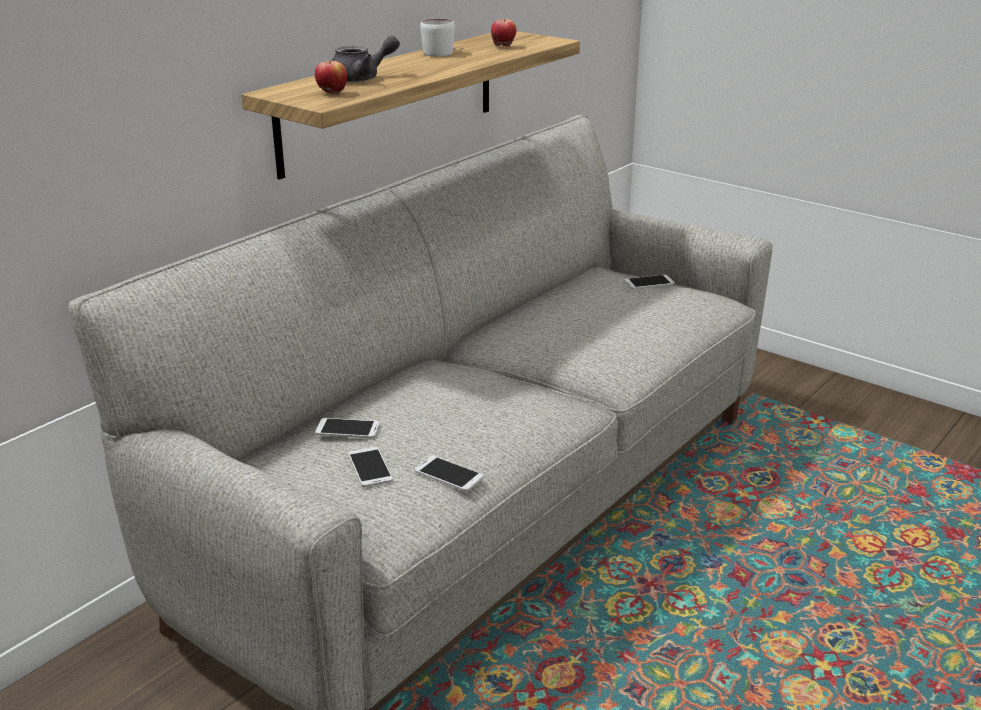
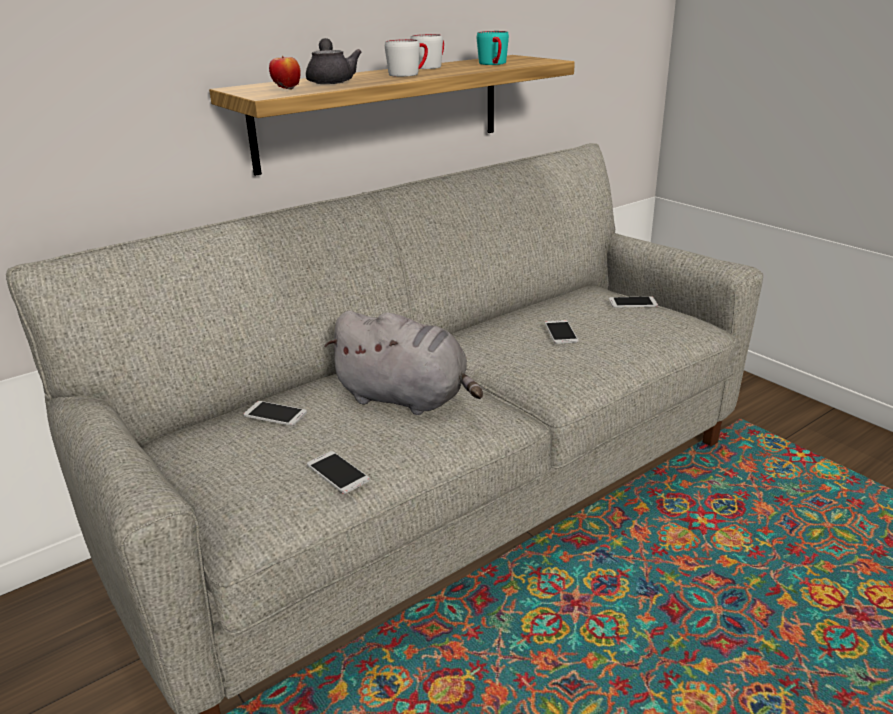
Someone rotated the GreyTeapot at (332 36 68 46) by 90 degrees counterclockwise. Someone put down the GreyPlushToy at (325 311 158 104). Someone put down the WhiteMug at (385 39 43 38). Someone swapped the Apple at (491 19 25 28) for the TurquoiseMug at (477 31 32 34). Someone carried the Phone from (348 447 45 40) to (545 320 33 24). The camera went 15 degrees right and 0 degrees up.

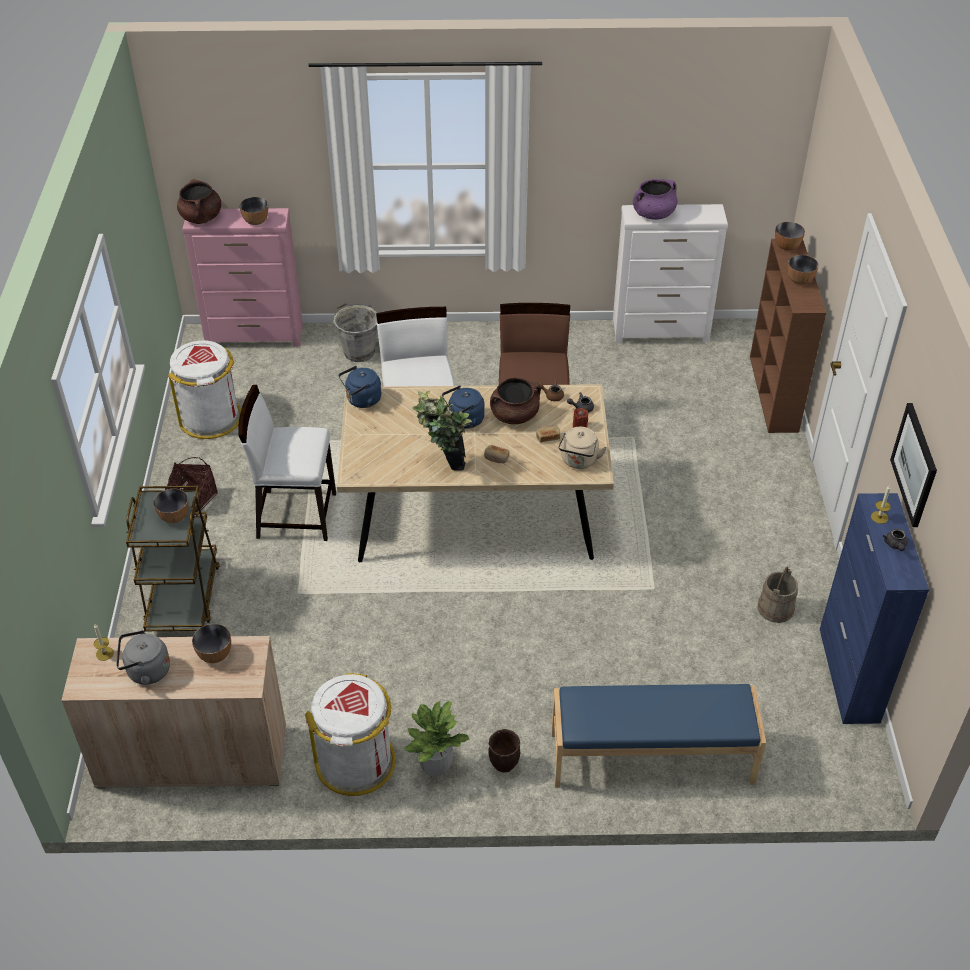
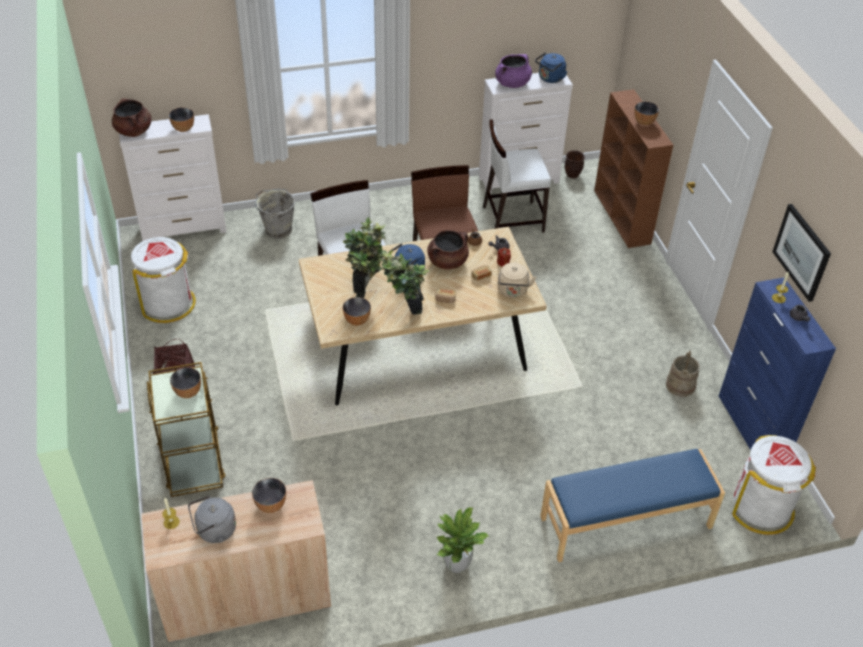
Someone repainted the PinkDresser at (182 208 121 139), which became the WhiteDresser at (119 114 108 127). Someone put down the PottedPlant at (343 217 44 81). Someone carried the Bowl from (775 222 30 28) to (343 297 28 28). Someone carried the WhiteChair from (238 385 98 156) to (483 119 68 114). Someone carried the BlueKettle from (339 366 43 42) to (535 52 33 31). Someone carried the BrownPlanter from (489 729 31 44) to (565 150 20 29). Someone carried the WhiteTrashCan from (305 673 91 123) to (732 435 84 100). The camera went 15 degrees left and 0 degrees up.

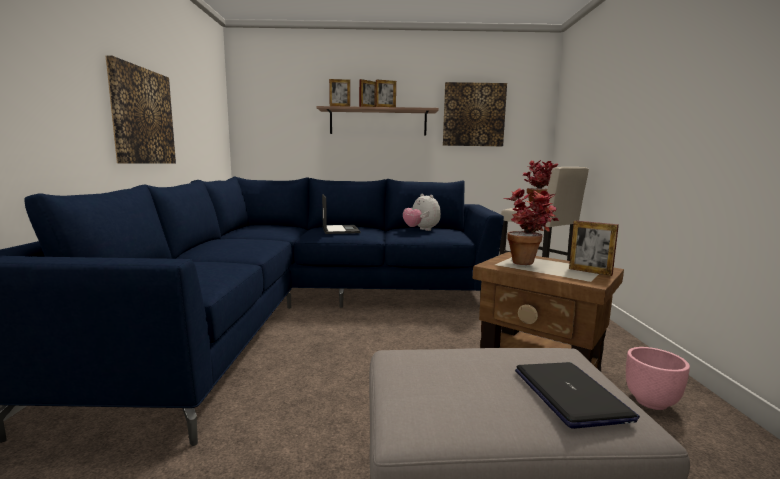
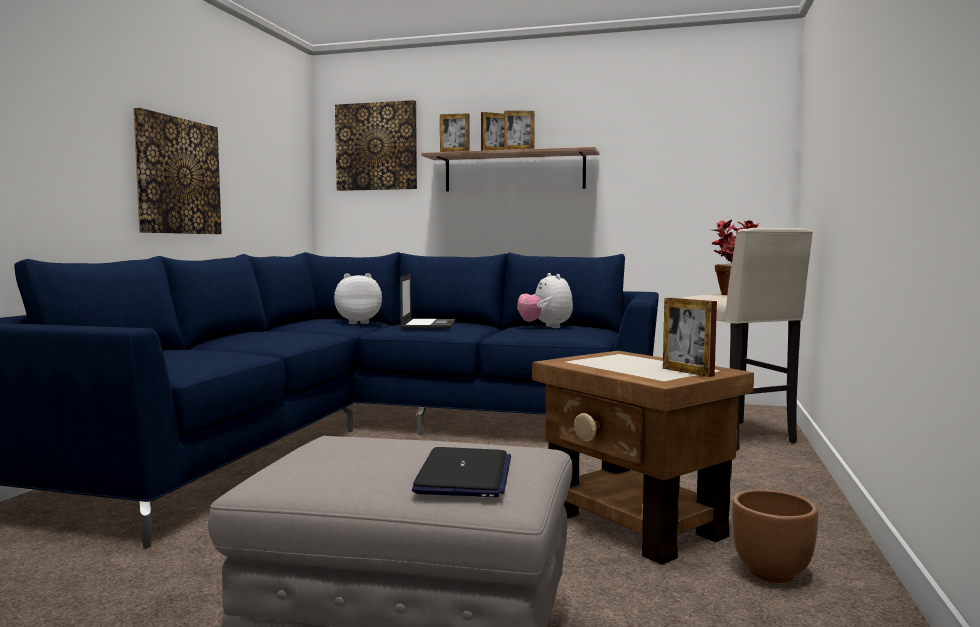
Someone put down the PlushToy at (334 273 48 51). Someone carried the Picture from (443 82 64 64) to (335 100 82 91). Someone repainted the PinkPlanter at (626 347 64 63), which became the BrownPlanter at (732 489 87 94). Someone took away the PottedPlant at (503 188 56 77). The camera went 15 degrees right and 5 degrees down.

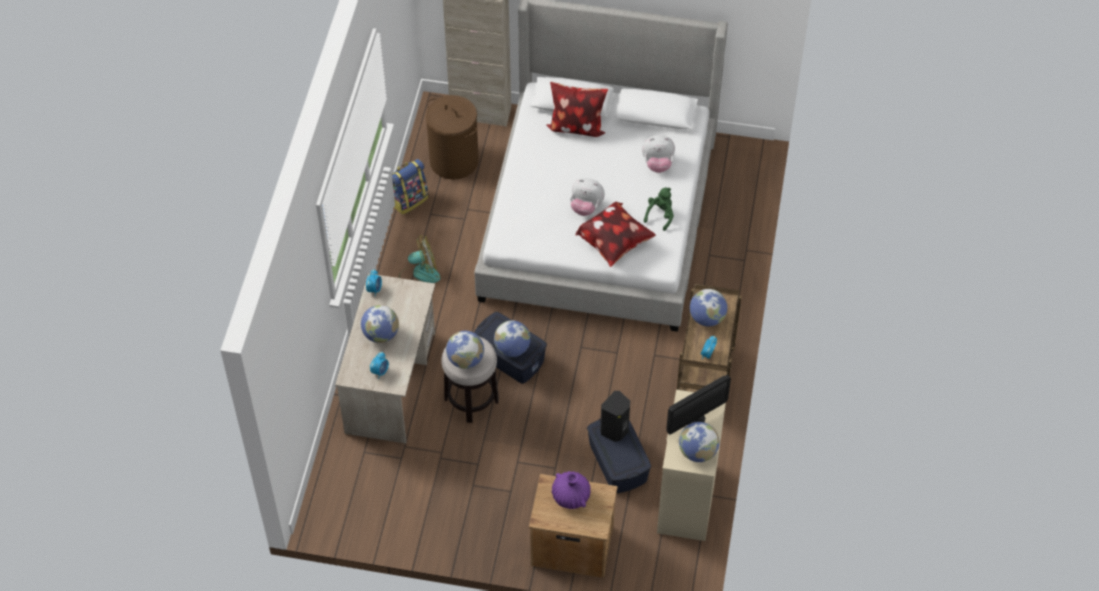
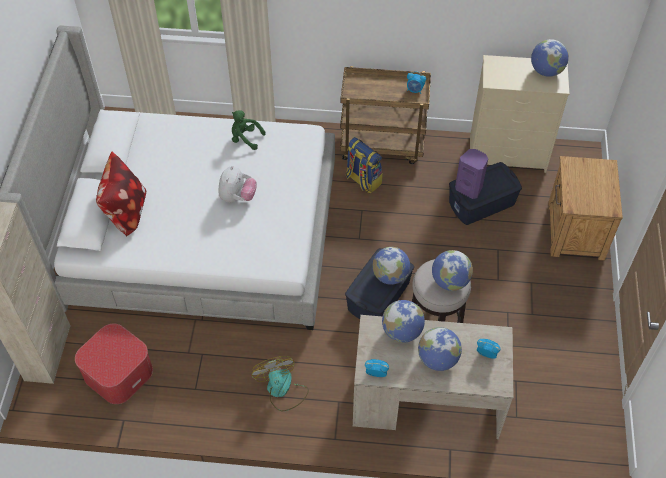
Someone swapped the BrownLaundryBasket at (426 95 53 85) for the Ottoman at (75 324 78 80). Someone carried the Backpack from (392 159 36 56) to (346 137 36 57). Someone carried the Globe from (690 289 37 38) to (382 300 43 43). Someone repainted the BlackSpeaker at (600 391 30 51), which became the PurpleSpeaker at (455 149 33 50). Someone took away the PurpleVase at (552 471 39 38). Someone took away the Pillow at (576 202 80 65). Someone took away the PlushToy at (642 135 33 38). Someone took away the Monitor at (666 375 65 60). The camera went 95 degrees left and 0 degrees up.

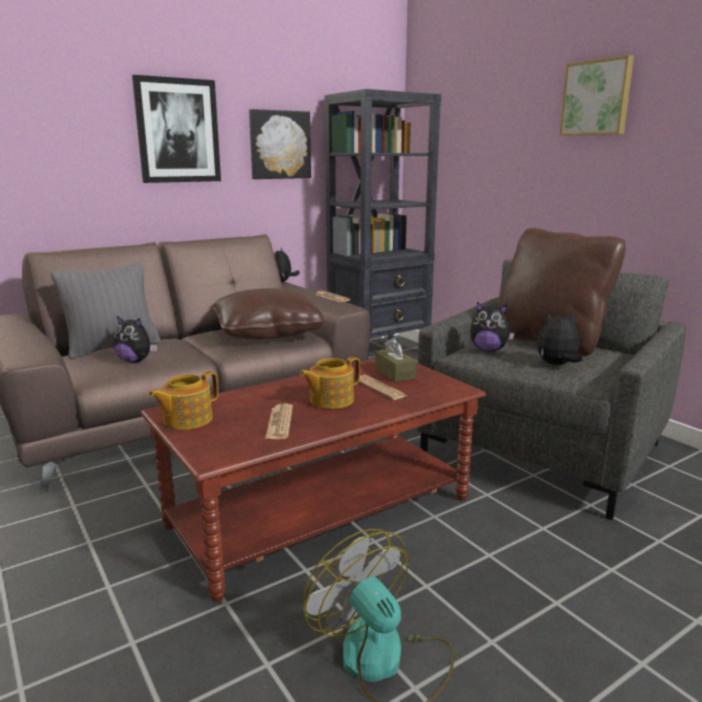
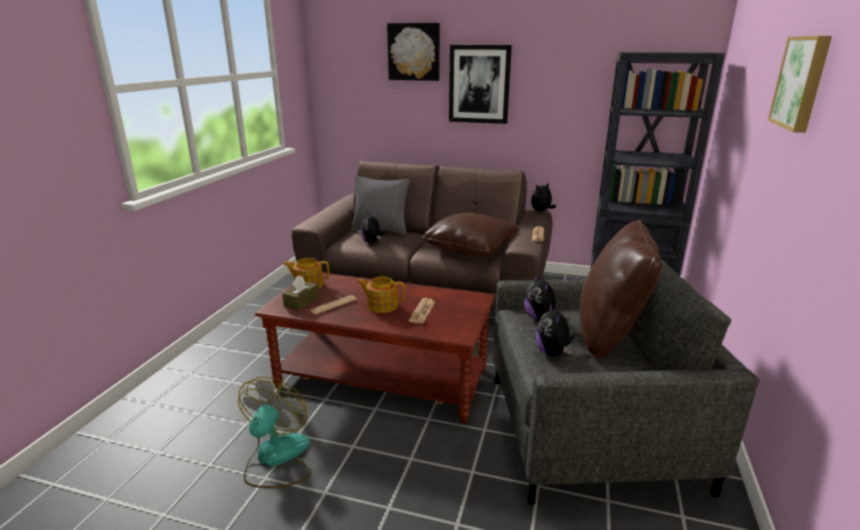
Someone carried the BrownTissueBox from (375 338 41 44) to (282 275 37 36). Someone carried the Picture from (249 109 62 70) to (387 23 53 58). Someone rotated the PlushToy at (537 312 46 53) by 135 degrees counterclockwise. The camera went 50 degrees right and 5 degrees up.

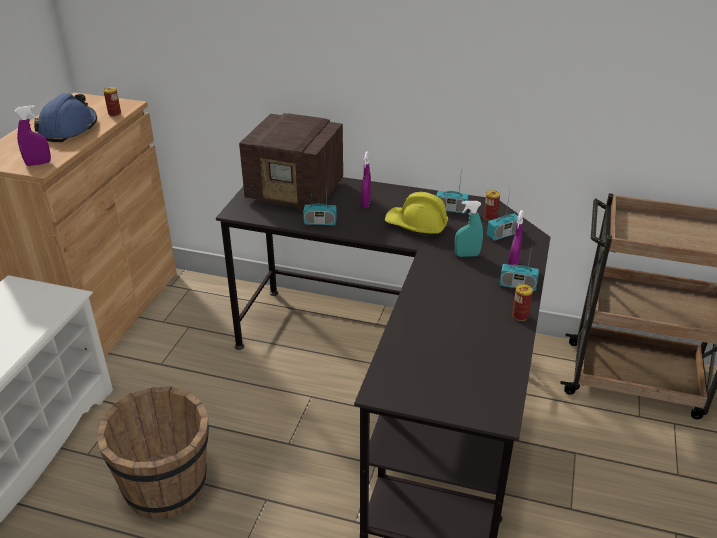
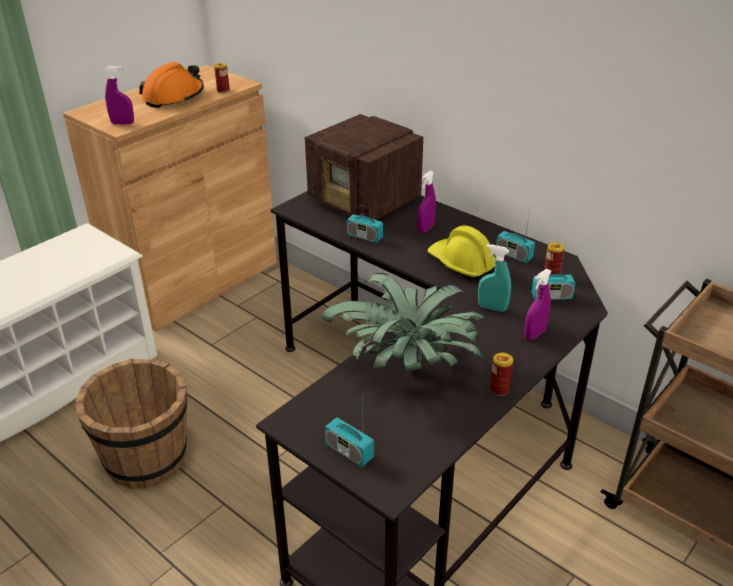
Someone repainted the BlueHardHat at (34 93 63 49), which became the OrangeHardHat at (139 62 65 46). Someone put down the PottedPlant at (321 273 163 98). Someone carried the Radio from (500 240 39 51) to (325 396 49 71). The camera went 25 degrees right and 0 degrees up.

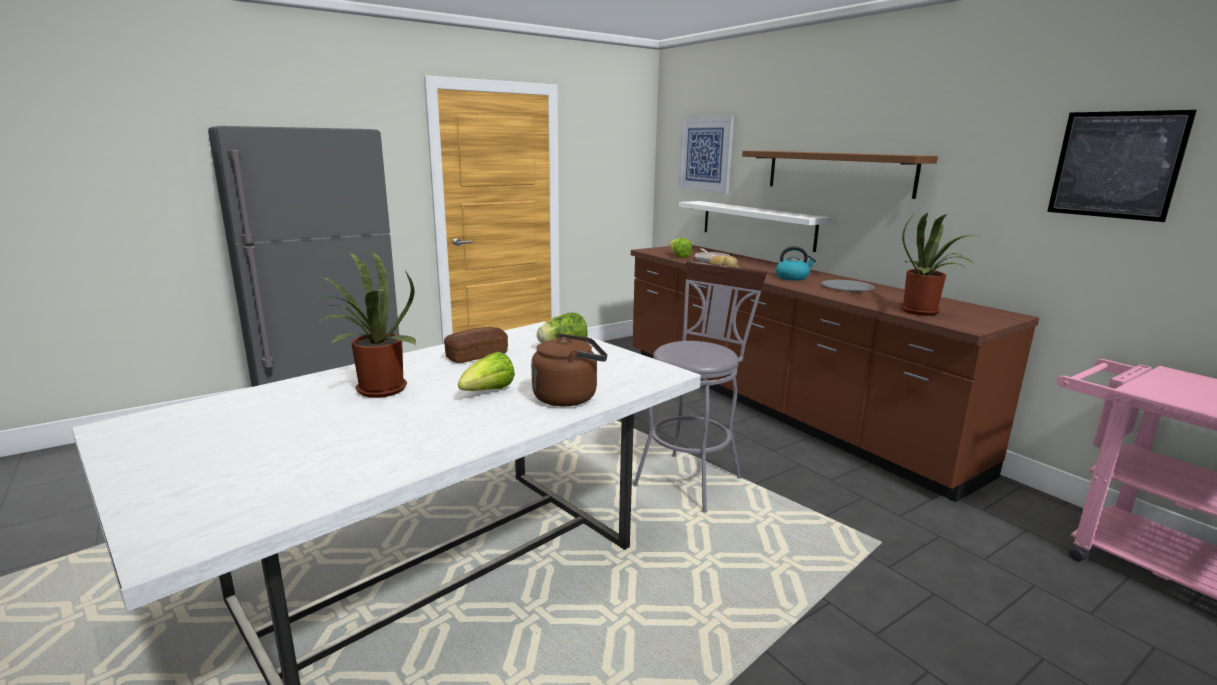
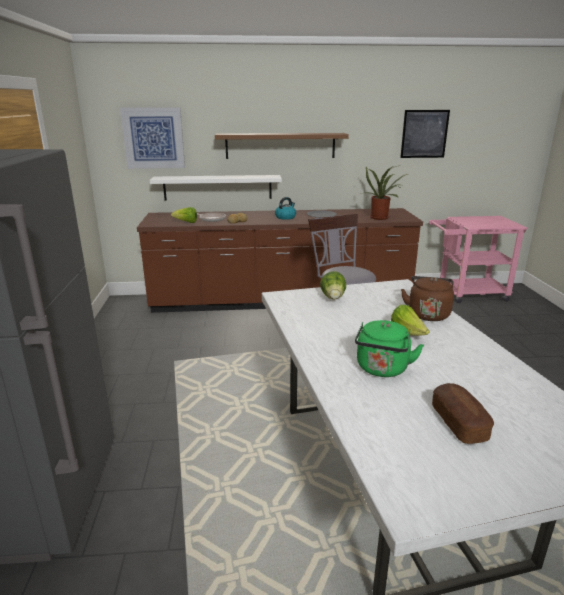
Someone swapped the PottedPlant at (312 251 104 147) for the GreenKettle at (355 320 69 57). Someone carried the Bread from (444 327 64 36) to (432 383 62 61). The camera went 60 degrees left and 5 degrees up.

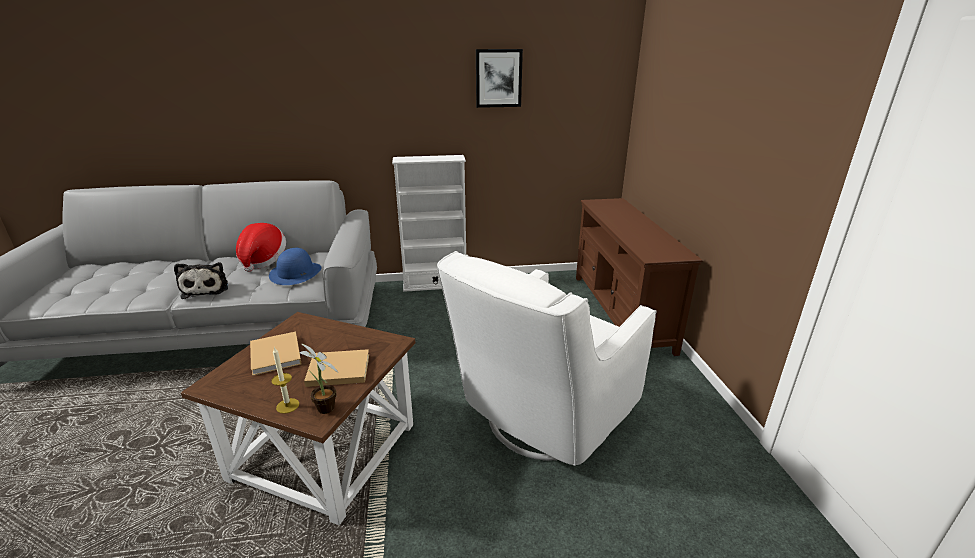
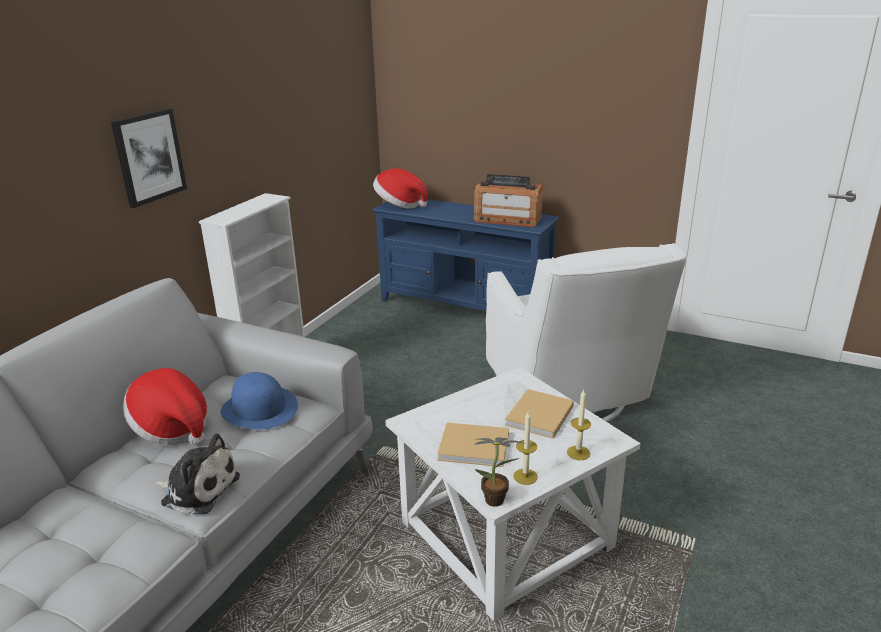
Someone carried the Picture from (476 49 47 59) to (111 108 76 100). Someone put down the Hat at (373 168 55 41). Someone repainted the BrownTvStand at (576 198 127 158), which became the BlueTvStand at (373 198 187 113). Someone repainted the BrownSideTable at (181 312 234 213), which became the WhiteSideTable at (385 367 255 254). Someone put down the Radio at (474 174 69 53). Someone carried the PottedPlant from (300 343 38 71) to (474 438 49 69). Someone put down the Candle at (513 412 25 73). The camera went 55 degrees left and 0 degrees up.

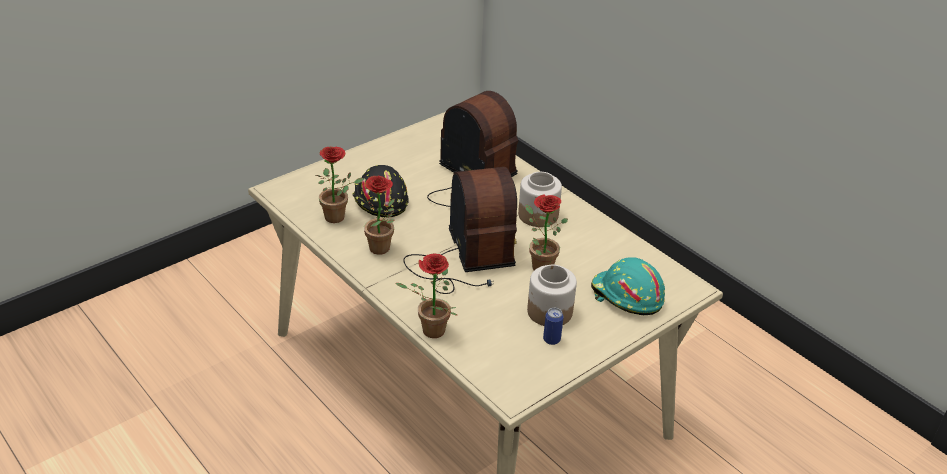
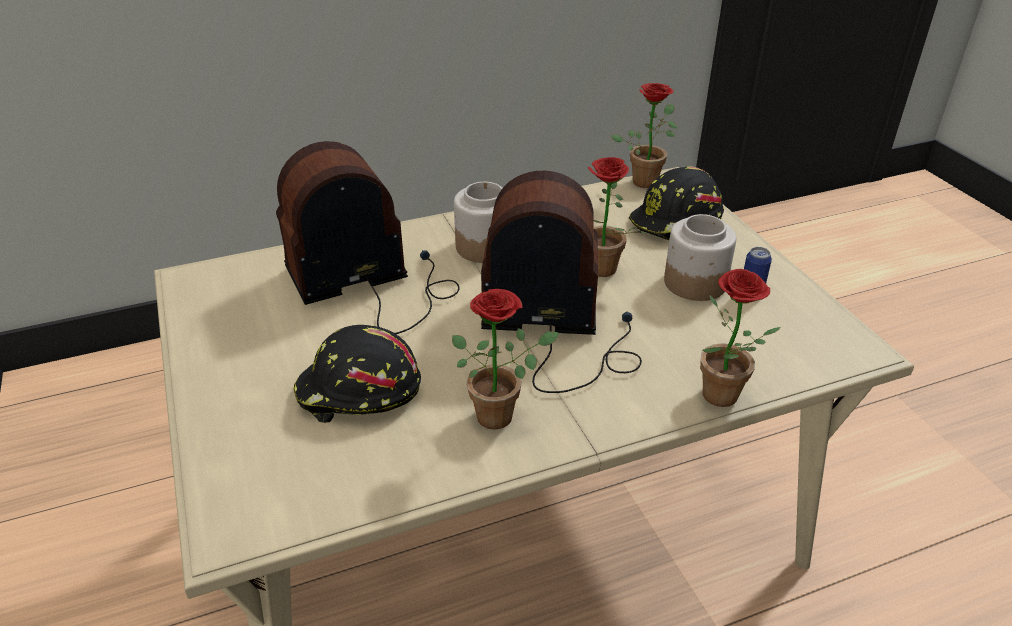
Someone carried the PottedPlant from (315 147 49 76) to (611 83 67 105). Someone repainted the TurquoiseHardHat at (591 257 74 58), which became the BlackHardHat at (629 167 95 73). The camera went 70 degrees left and 0 degrees up.

